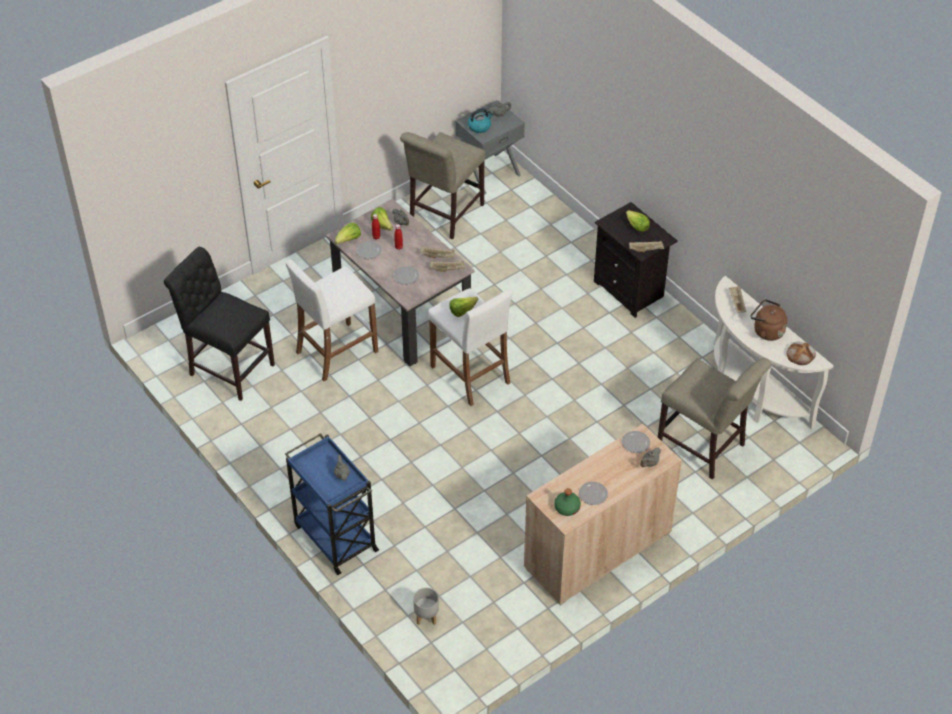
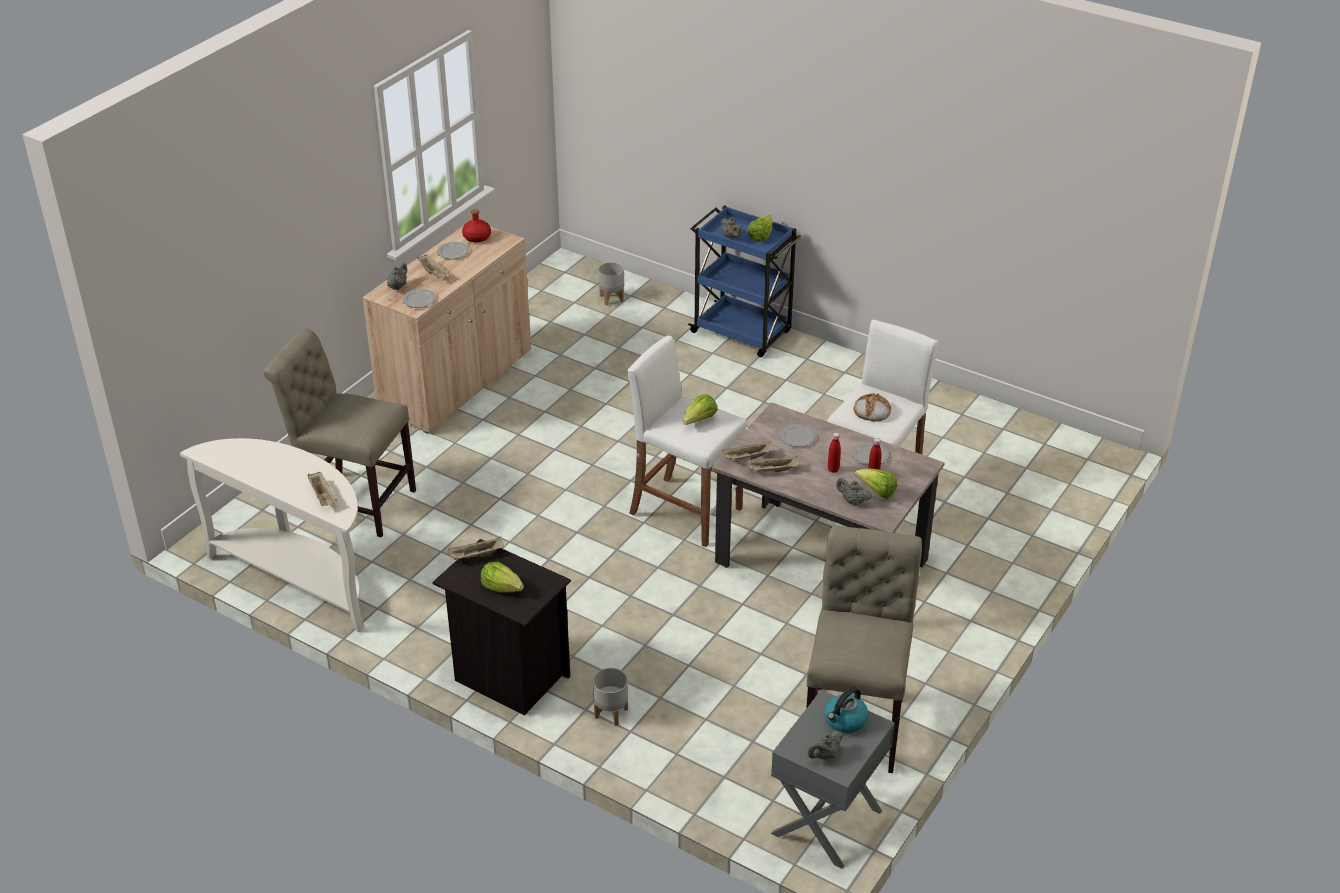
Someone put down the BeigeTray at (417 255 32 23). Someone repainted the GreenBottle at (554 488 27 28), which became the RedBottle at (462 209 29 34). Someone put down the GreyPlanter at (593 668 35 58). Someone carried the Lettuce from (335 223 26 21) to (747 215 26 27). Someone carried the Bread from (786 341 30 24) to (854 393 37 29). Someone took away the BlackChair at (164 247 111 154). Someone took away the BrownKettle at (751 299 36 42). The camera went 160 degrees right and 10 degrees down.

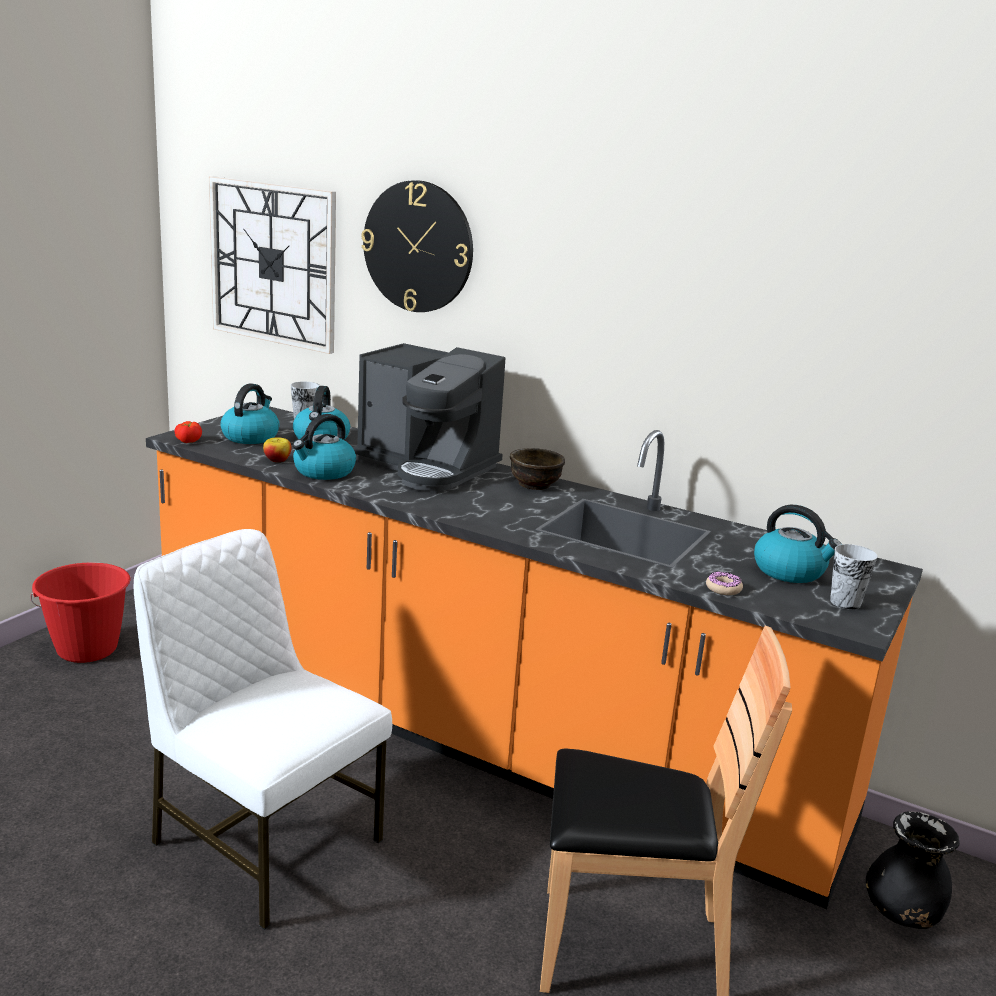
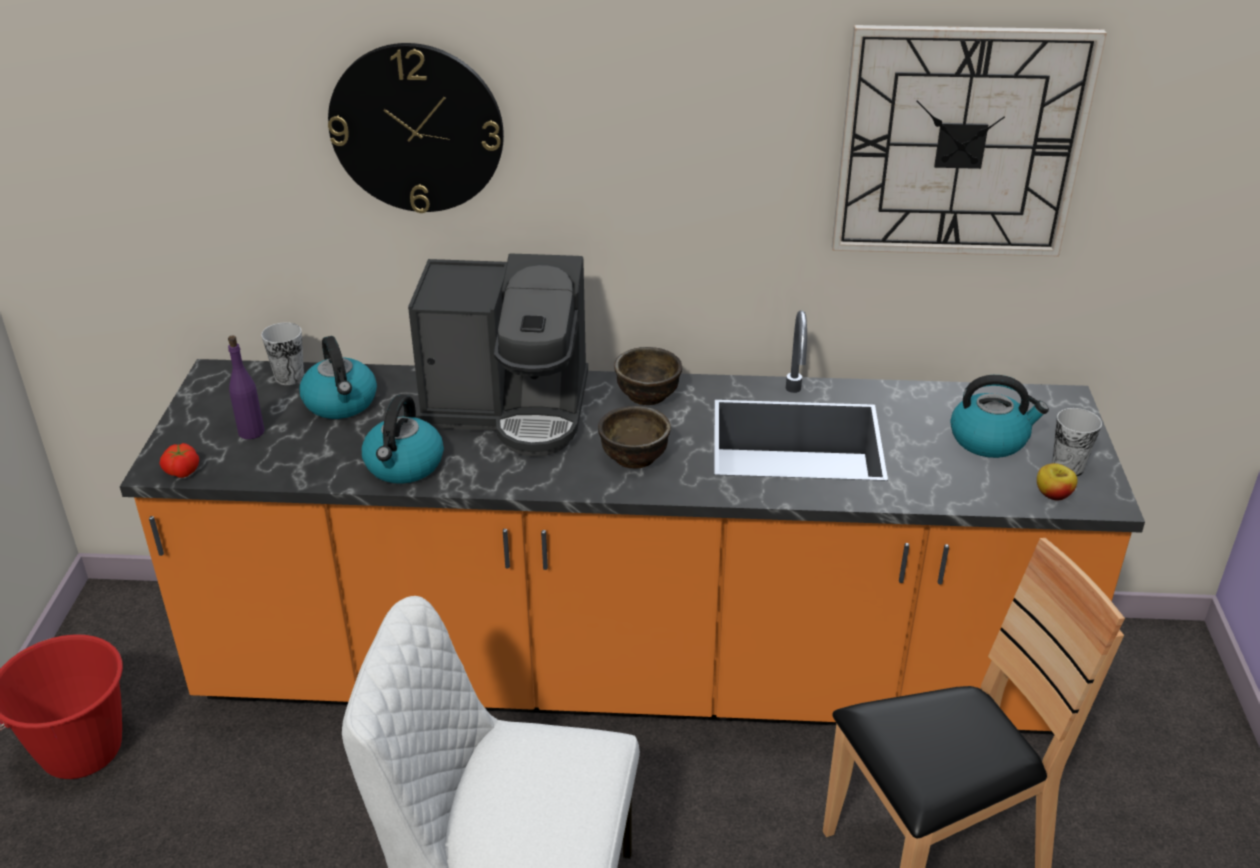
Someone swapped the Kettle at (220 383 60 61) for the PurpleBottle at (228 335 37 104). Someone put down the BrownBowl at (598 406 73 63). Someone carried the WallClock from (209 176 127 178) to (832 25 275 232). Someone carried the Apple from (263 437 29 25) to (1037 463 41 38). Someone took away the Donut at (706 571 37 24). Someone took away the BlackVase at (866 811 94 118). The camera went 25 degrees left and 15 degrees up.

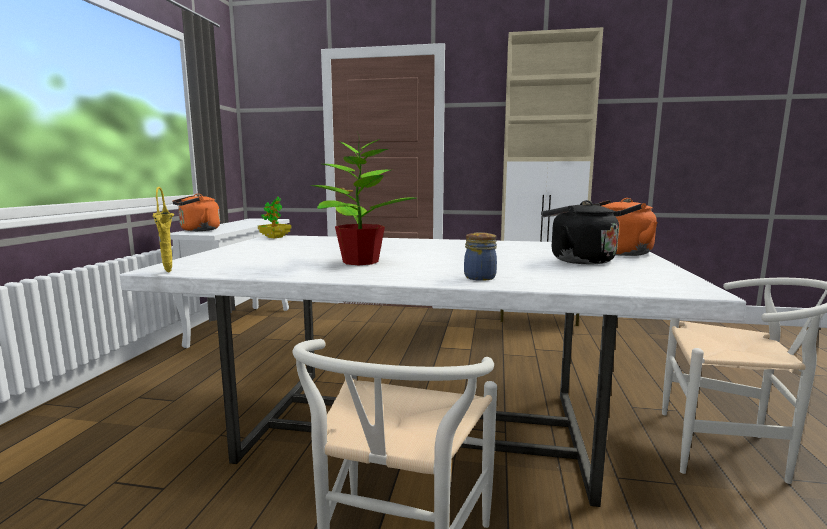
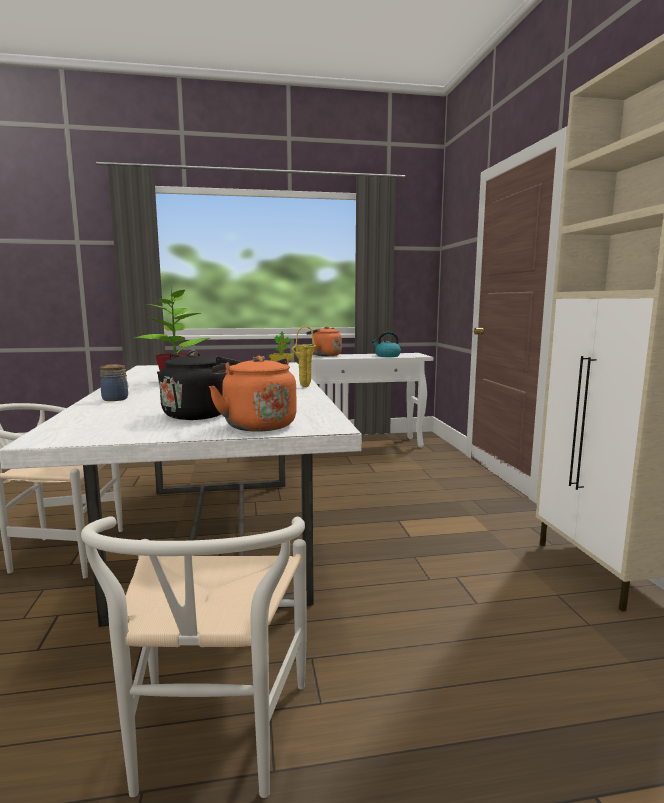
Someone carried the YellowVase from (153 187 21 86) to (292 326 24 61). Someone put down the Kettle at (372 332 29 25). The camera went 70 degrees right and 0 degrees up.

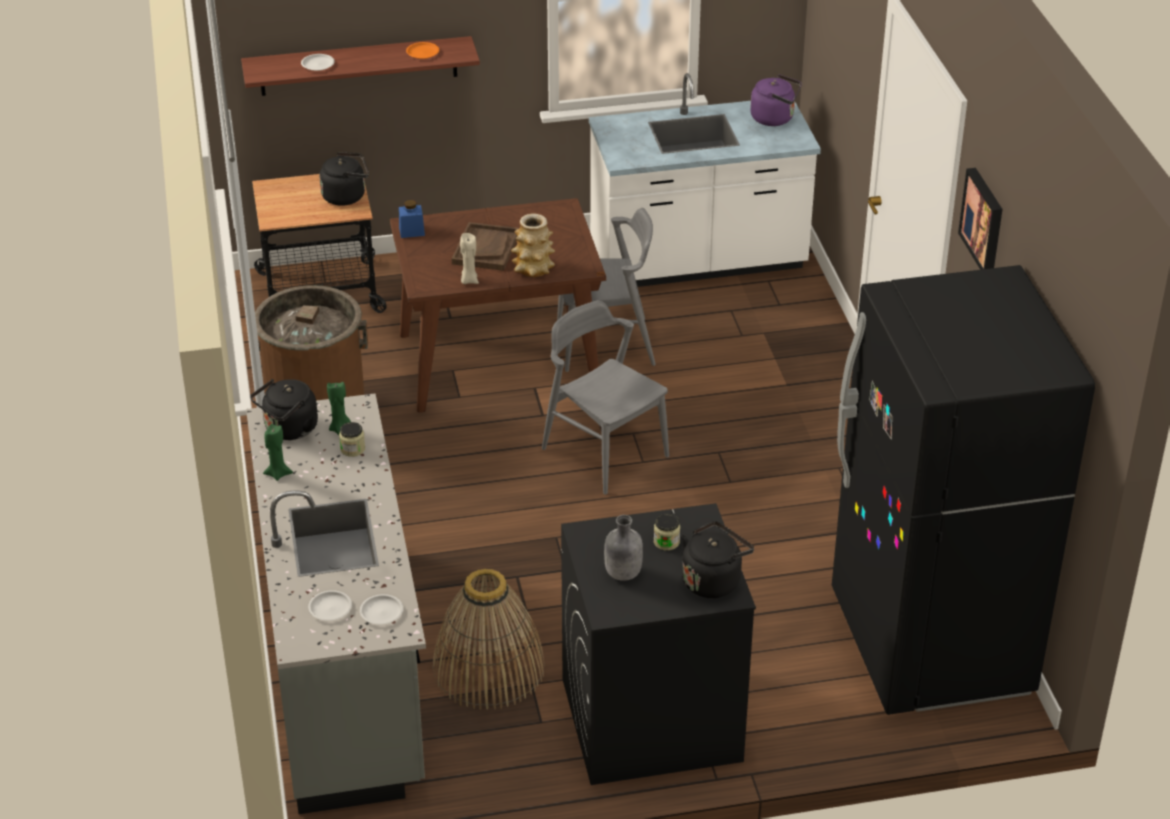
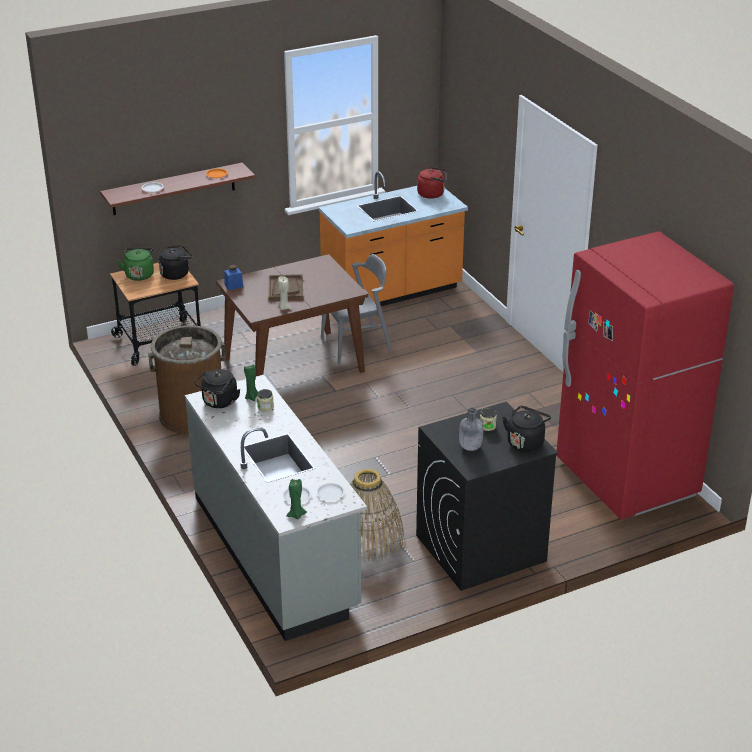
Someone put down the GreenKettle at (117 248 37 33). Someone carried the GreenCandle from (263 424 30 57) to (286 479 21 41). Someone repainted the WhiteCounter at (589 73 232 214), which became the OrangeCounter at (318 171 150 135). Someone repainted the PurpleKettle at (750 74 52 52), which became the RedKettle at (417 167 30 32). Someone repainted the BlackFridge at (832 265 263 450), which became the RedFridge at (556 231 178 289). Someone took away the Vase at (511 213 44 64). Someone took away the GreyChair at (542 300 127 195). Someone took away the Picture at (958 168 44 102). The camera went 15 degrees left and 5 degrees down.

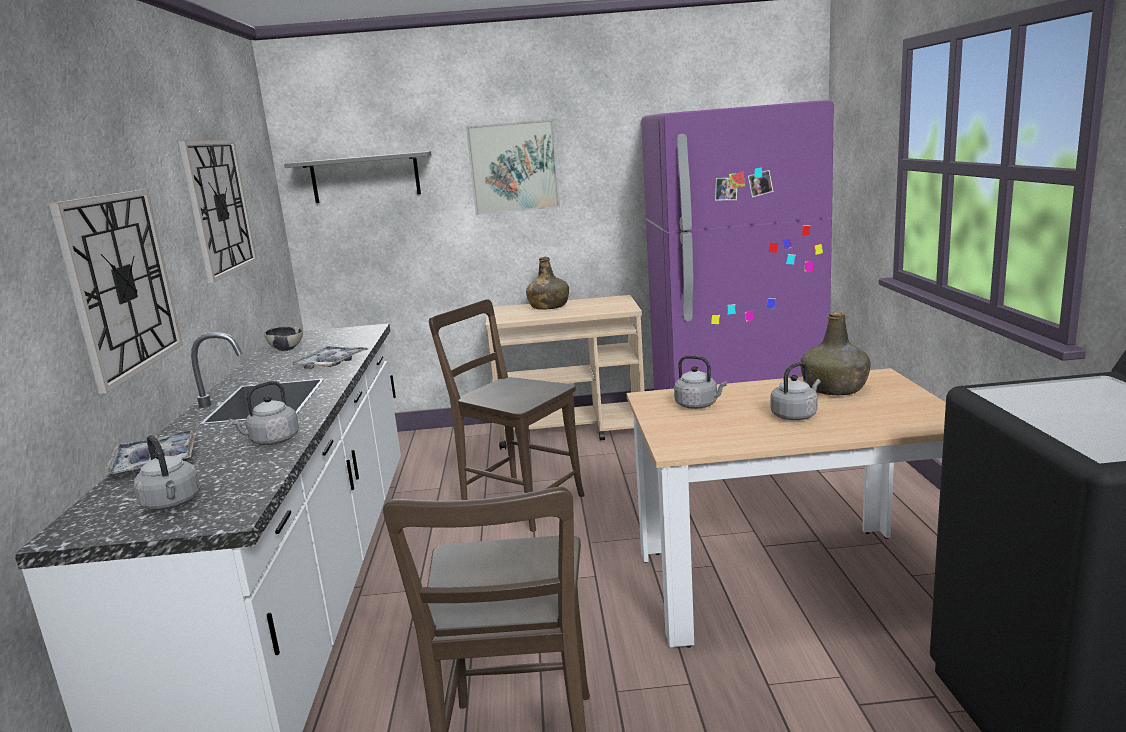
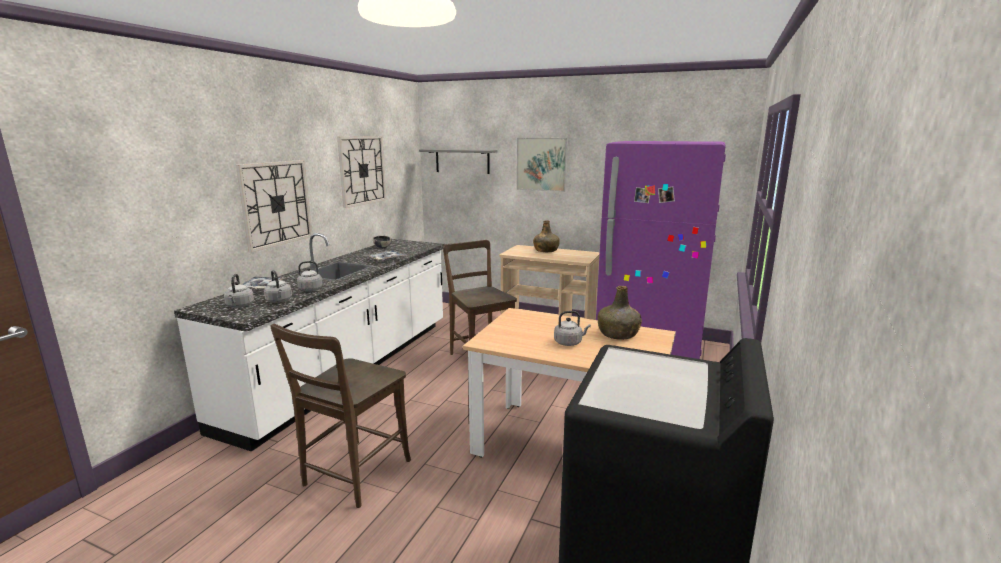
Someone carried the GreyKettle from (674 355 53 54) to (264 270 28 33). The camera went 25 degrees right and 0 degrees up.

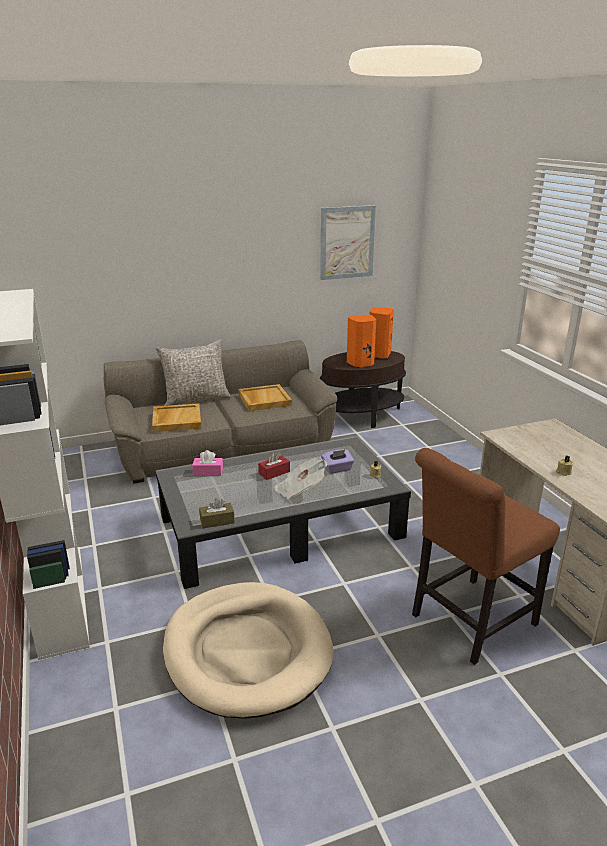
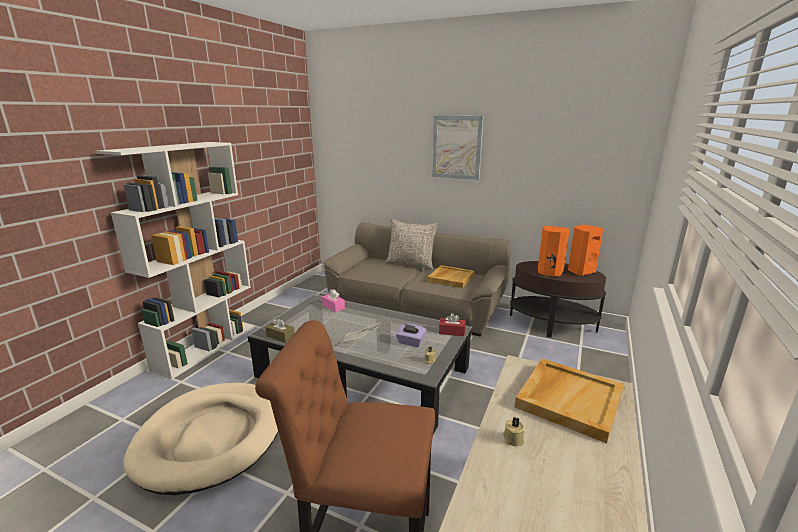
Someone carried the Picture from (320 205 56 75) to (432 116 51 64). Someone carried the RedTissueBox from (258 452 32 28) to (439 313 26 23). Someone carried the BeigeTray from (152 403 49 29) to (515 358 109 85). The camera went 45 degrees right and 5 degrees down.

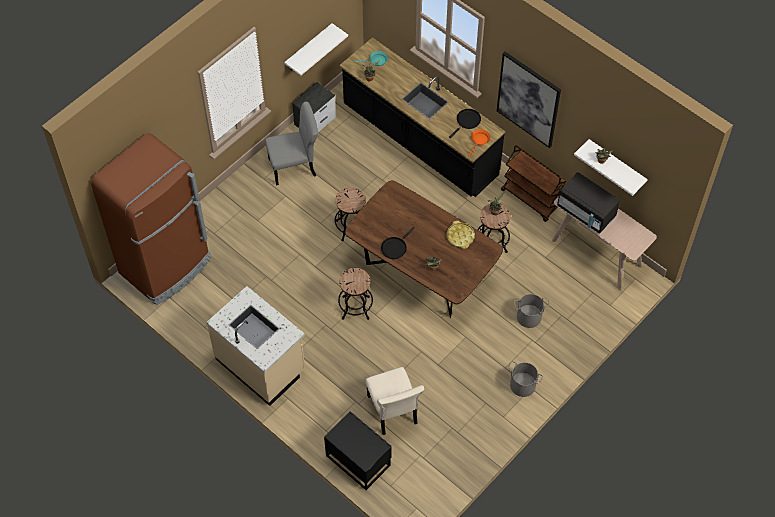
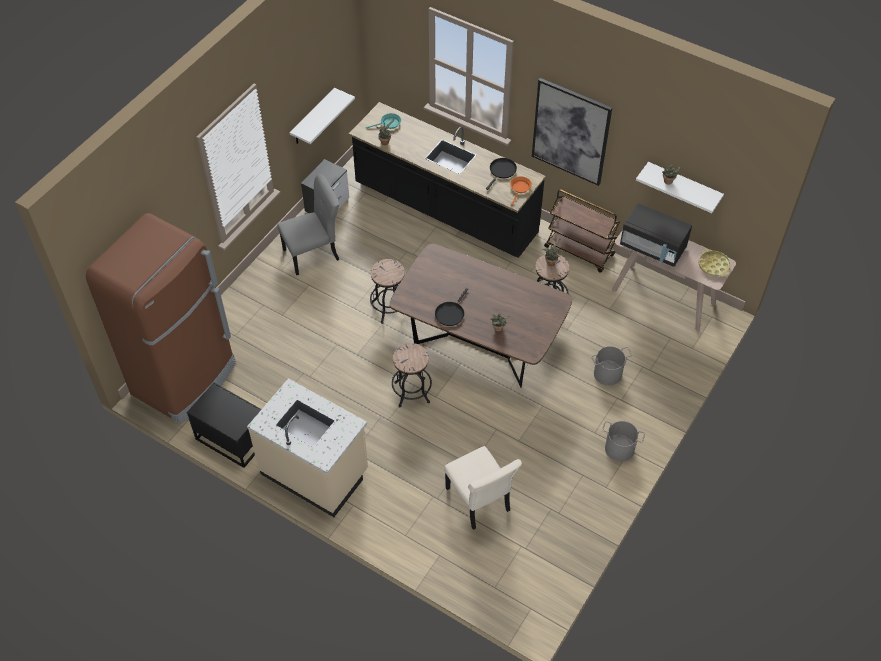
Someone carried the BlackNightstand from (324 411 68 79) to (187 382 75 86). Someone carried the YellowTray from (447 221 28 28) to (699 249 32 28). The camera went 10 degrees left and 5 degrees down.

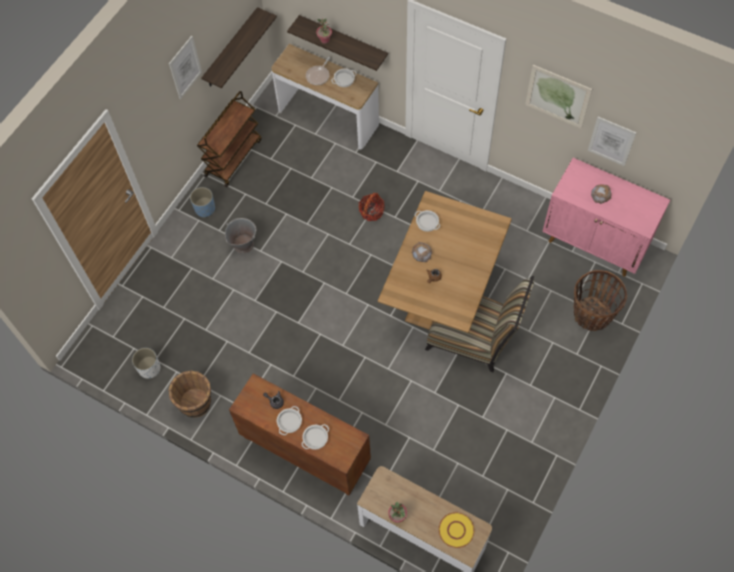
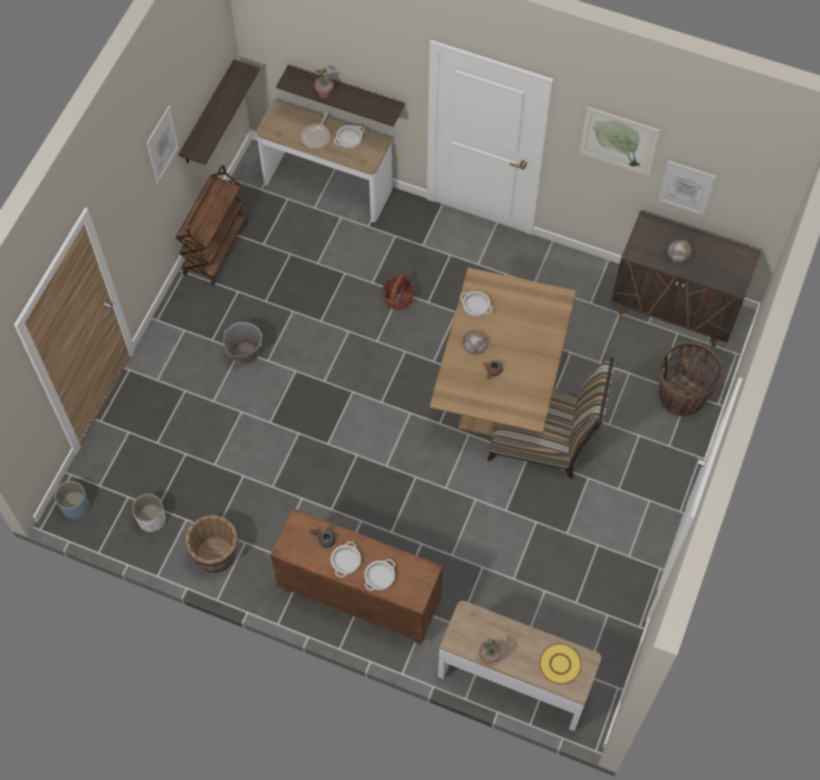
Someone carried the BluePlanter from (190 187 25 31) to (54 481 35 38). Someone repainted the PinkCabinet at (542 158 128 118), which became the BrownCabinet at (611 210 150 137). The camera went 10 degrees left and 0 degrees up.

